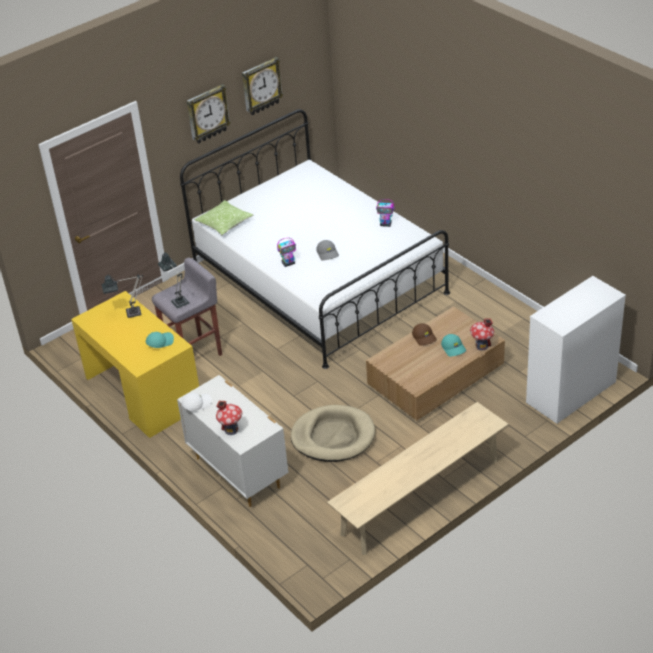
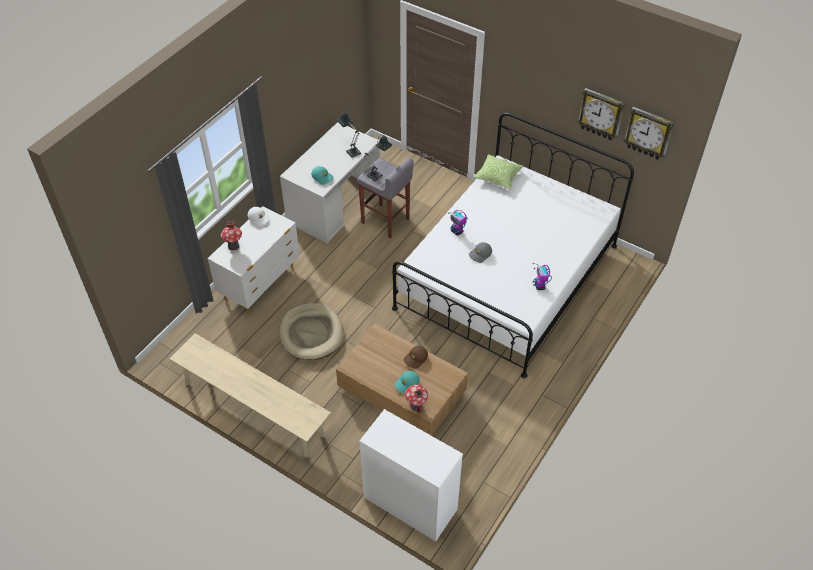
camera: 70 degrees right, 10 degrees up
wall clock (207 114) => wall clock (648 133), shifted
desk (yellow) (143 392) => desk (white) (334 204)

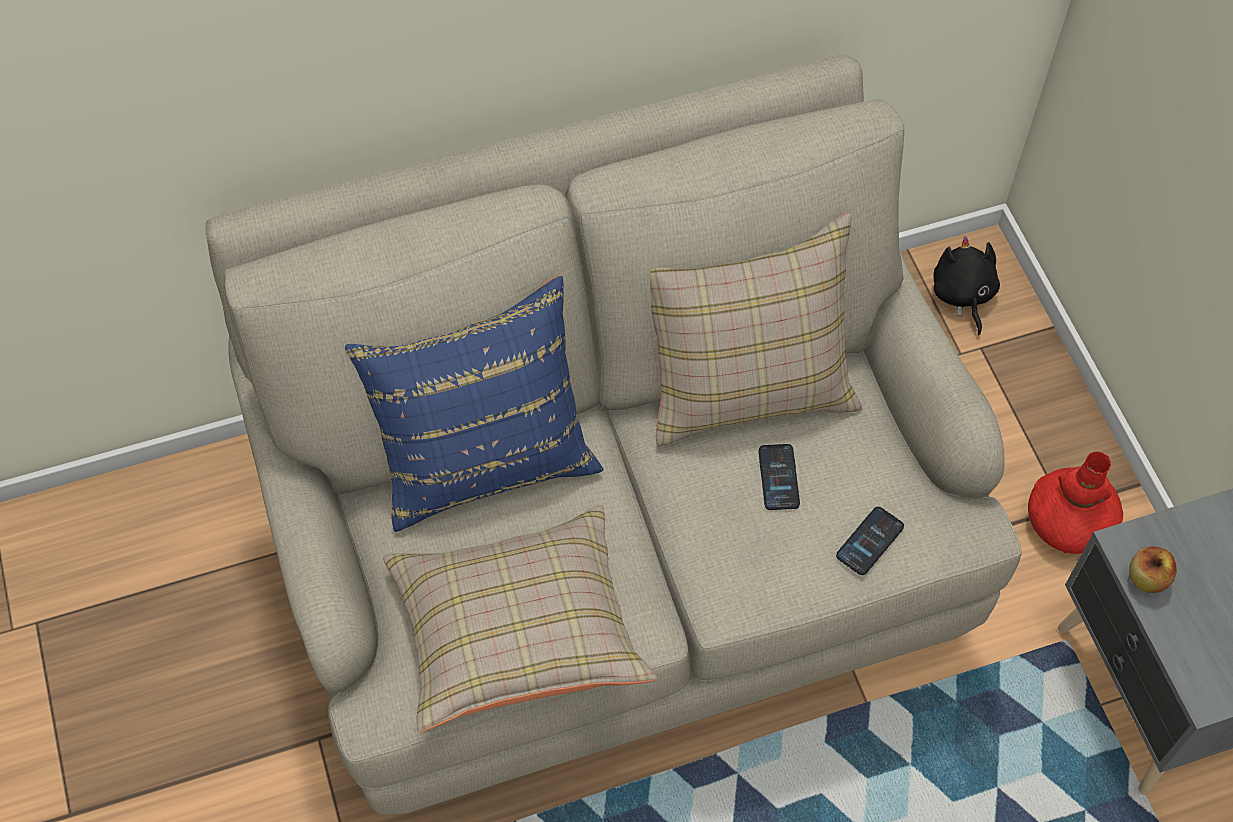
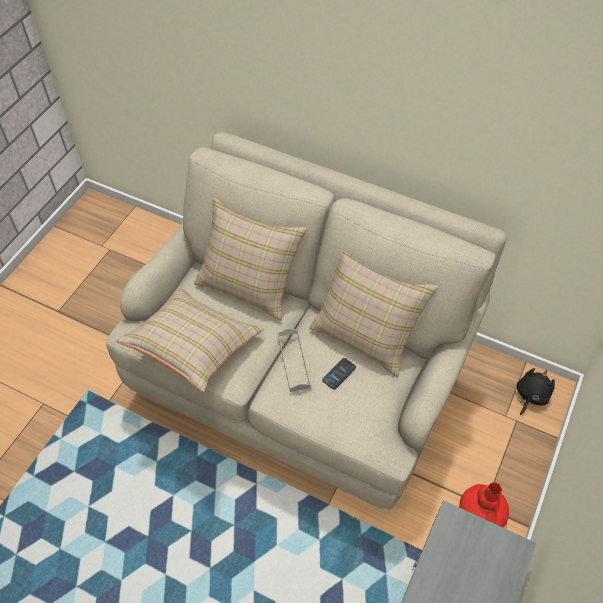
camera: 45 degrees right, 5 degrees down
phone (869 541) => nothing
apple (1146 578) => nothing
nothing => tray (grey) (294 361)
pillow (blue) (483 453) => pillow (beige) (250 283)

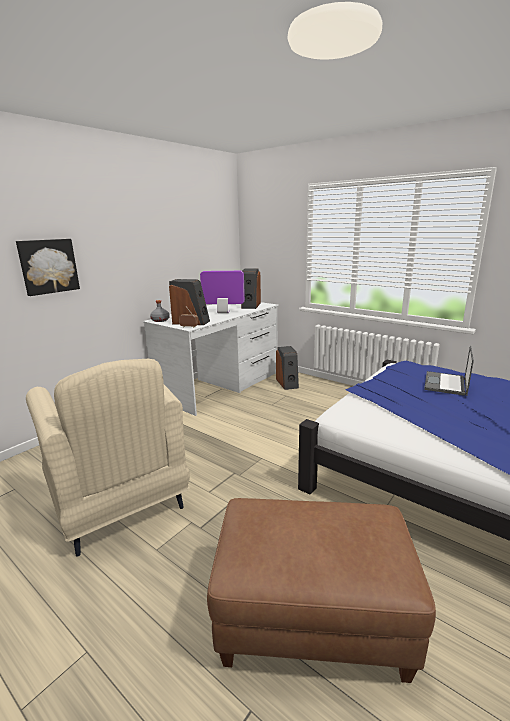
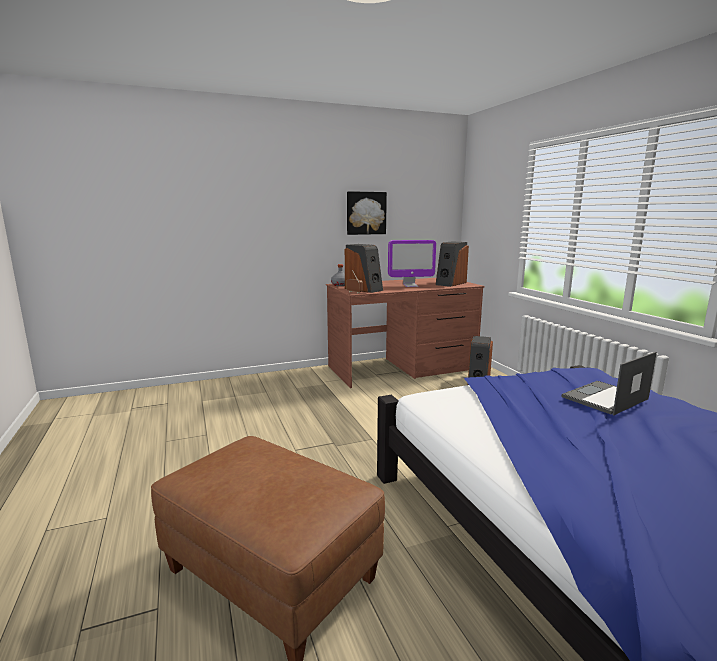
camera: 30 degrees right, 5 degrees down
armchair (beige) (121 507) => nothing
picture (48 266) => picture (366 213), shifted
desk (white) (220 385) => desk (brown) (402 368)
monitor (223 312) => monitor (410 285), 135 degrees clockwise

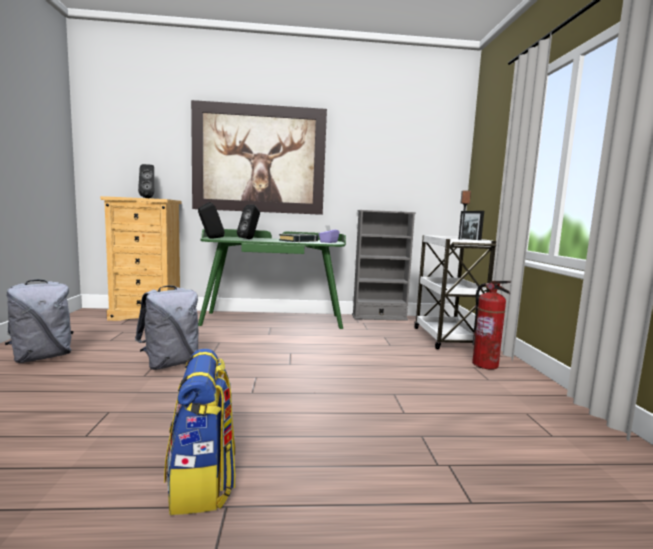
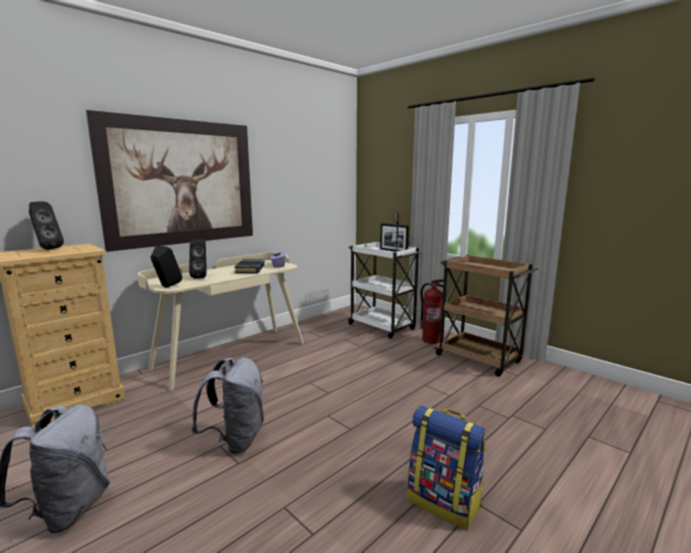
camera: 40 degrees left, 5 degrees up
bookcase (grey) (379 317) => nothing
nothing => cart (brown) (479 359)
desk (green) (273 320) => desk (beige) (231 355)

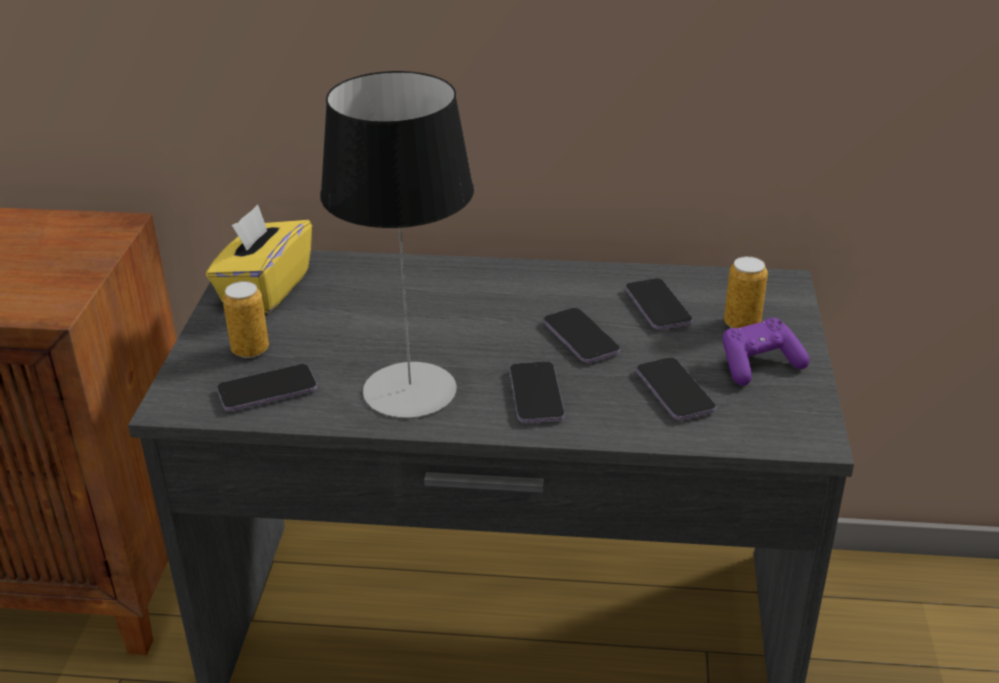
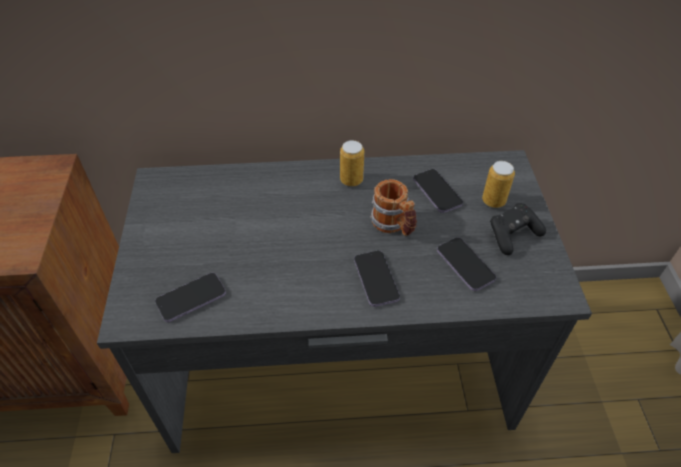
camera: 10 degrees left, 15 degrees up
tissue box (yellow) (265 289) => nothing
table lamp (410 390) => nothing
can (250 350) => can (351 180), shifted
phone (581 338) => mug (393 225)
game controller (purple) (759 364) => game controller (black) (512 235)

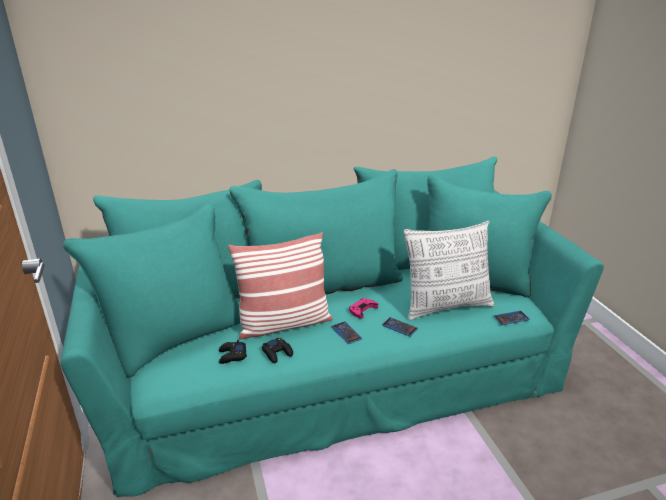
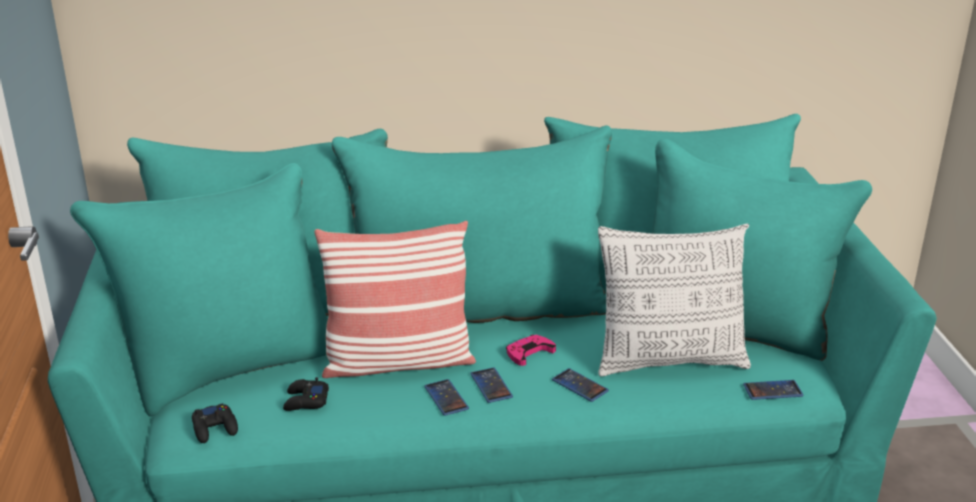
camera: 10 degrees right, 0 degrees up
nothing => phone (446 398)
game controller (black) (277 353) => game controller (black) (215 428), shifted

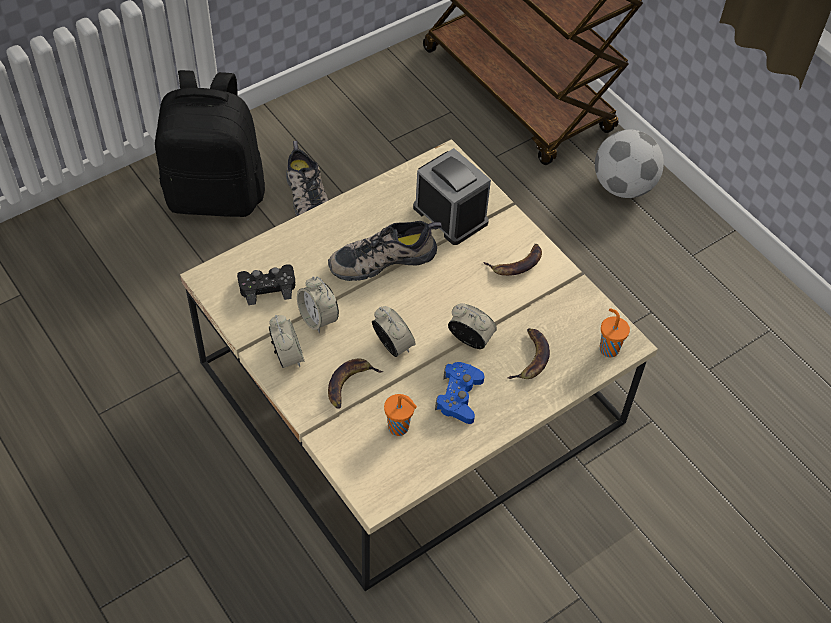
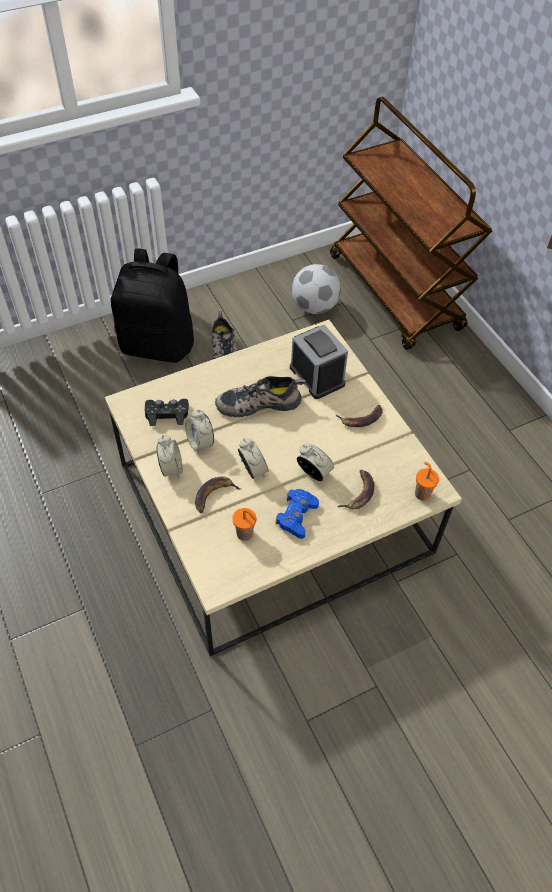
camera: 10 degrees right, 0 degrees up
football (622 186) => football (314 307), shifted

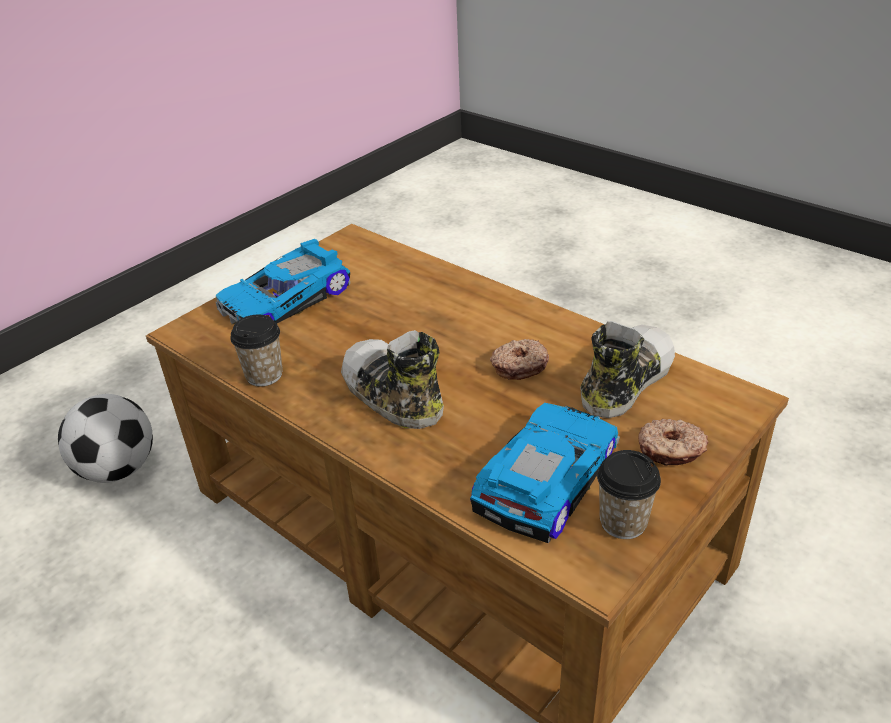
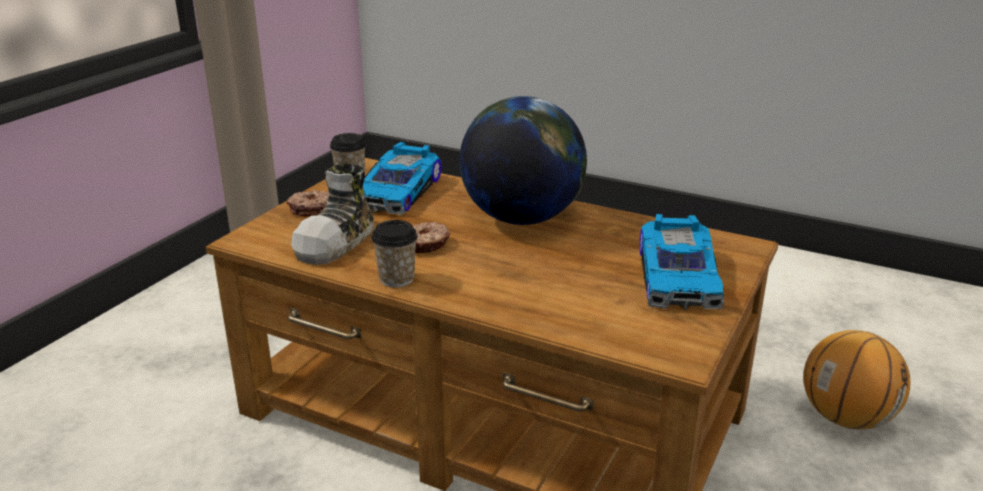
camera: 165 degrees right, 10 degrees down
cup (264 375) => cup (396 279), shifted
football (118 470) => basketball (846 418)
shoe (392 396) => globe (522 219)
toy car (287 300) => toy car (680 277), 150 degrees clockwise

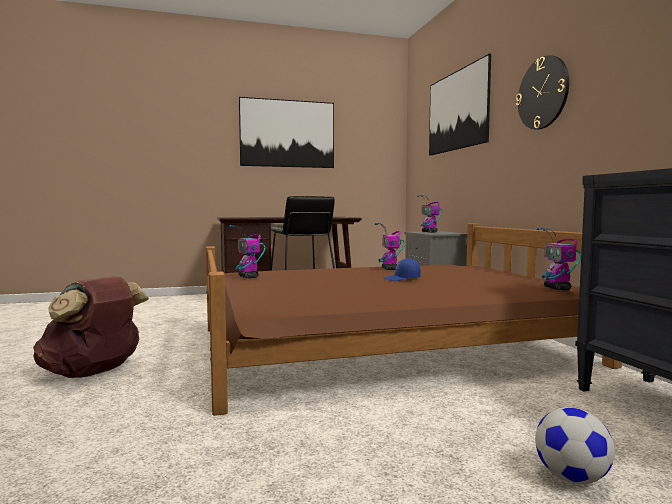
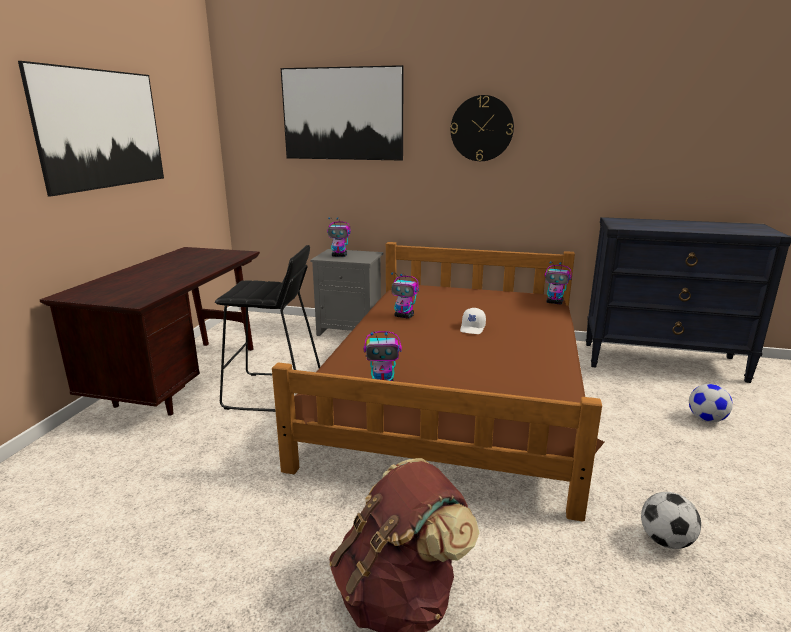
camera: 60 degrees left, 15 degrees up
nothing => football (665 541)
cap (blue) (402 279) => cap (white) (473 328)

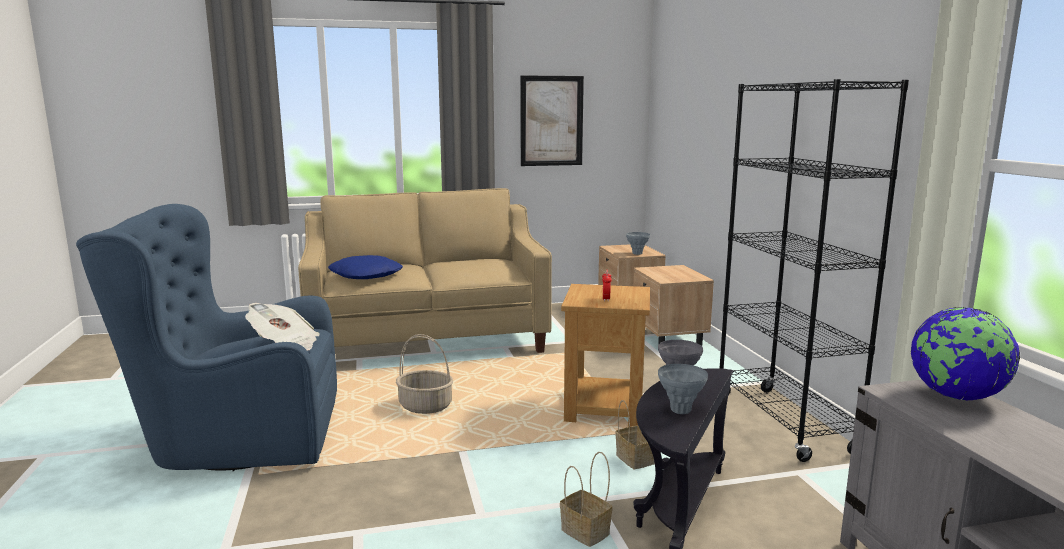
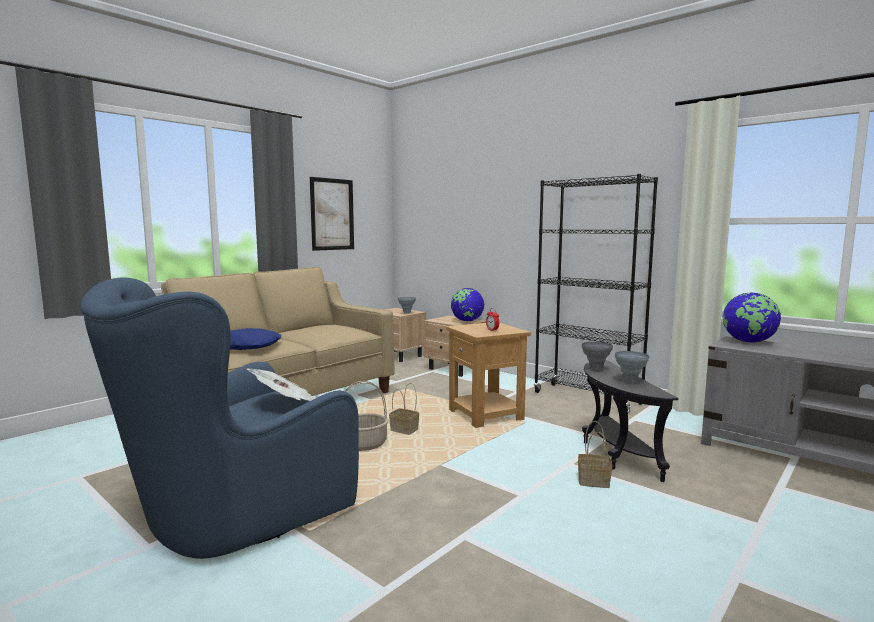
camera: 35 degrees left, 5 degrees down
nothing => globe (467 321)
basket (636 459) => basket (405 430), shifted

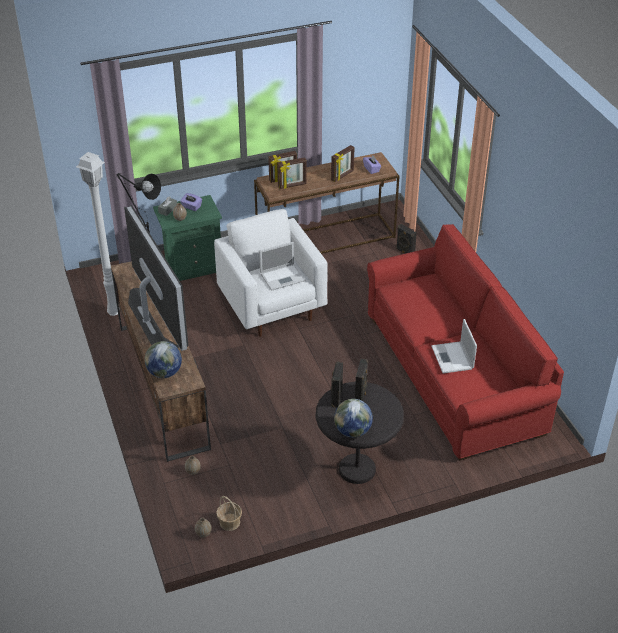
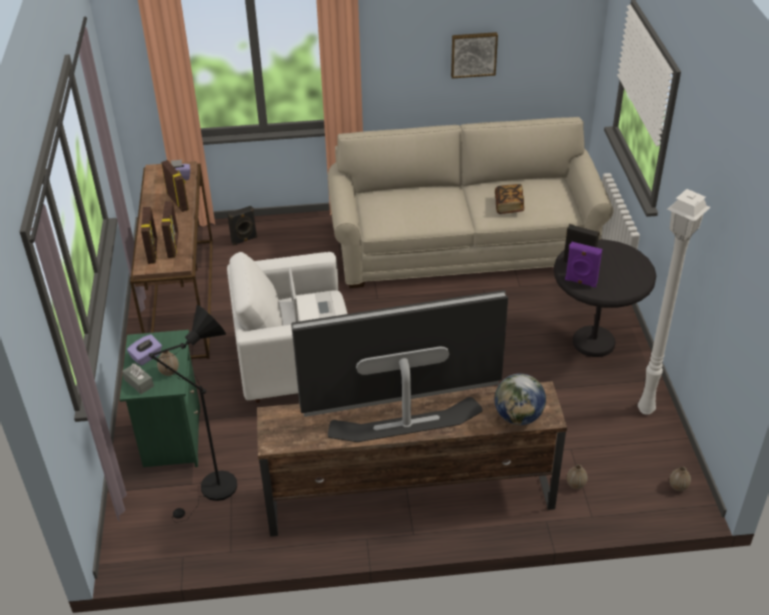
camera: 75 degrees left, 0 degrees up
basket (229 522) => nothing
globe (352 431) => nothing
nothing => picture (473 54)
floor lamp (white) (112 312) => floor lamp (white) (646 410), shifted
laptop (452 358) => book (509 206)
speaker (black) (336 397) => speaker (purple) (580 282)
sofa (red) (454 373) => sofa (beige) (464 245)

